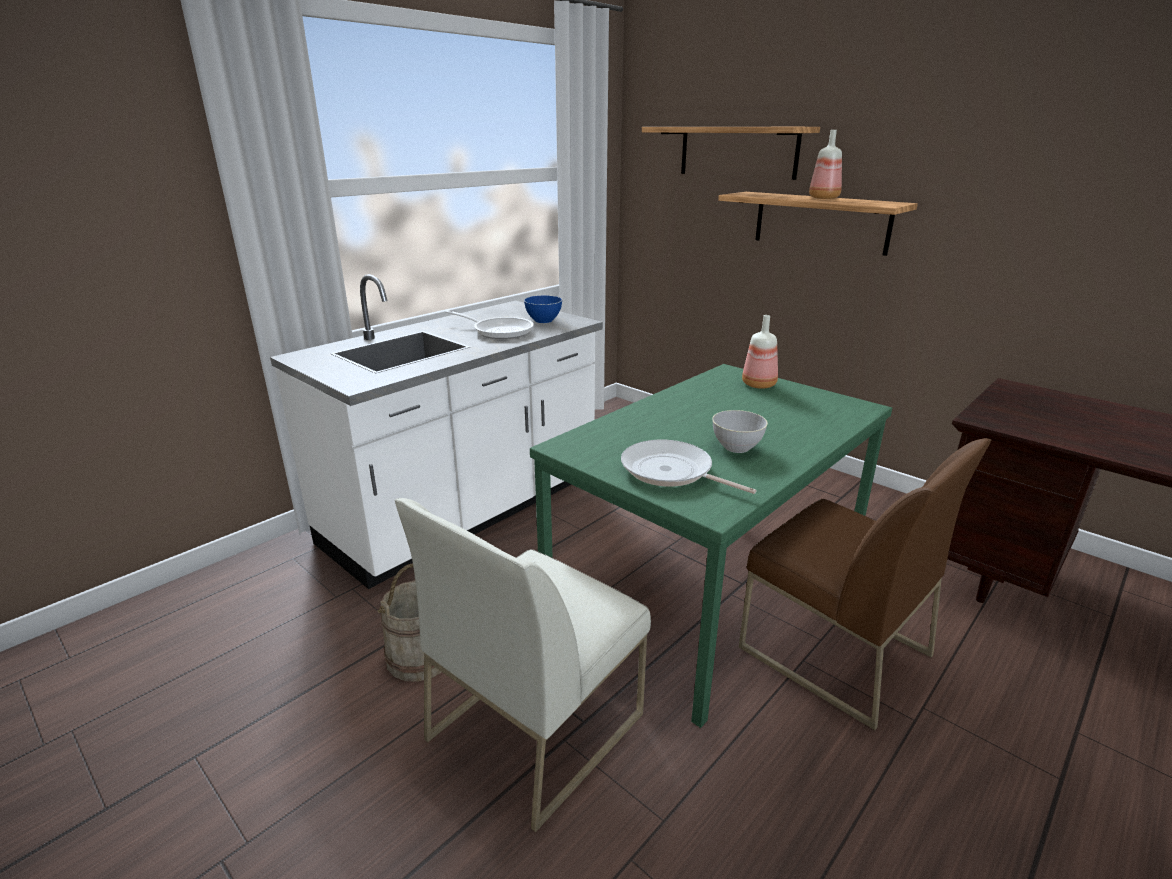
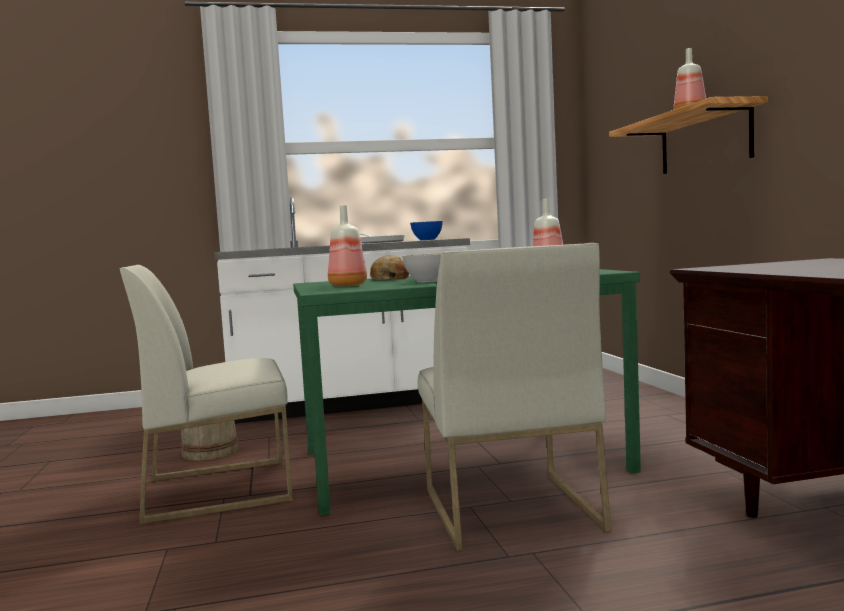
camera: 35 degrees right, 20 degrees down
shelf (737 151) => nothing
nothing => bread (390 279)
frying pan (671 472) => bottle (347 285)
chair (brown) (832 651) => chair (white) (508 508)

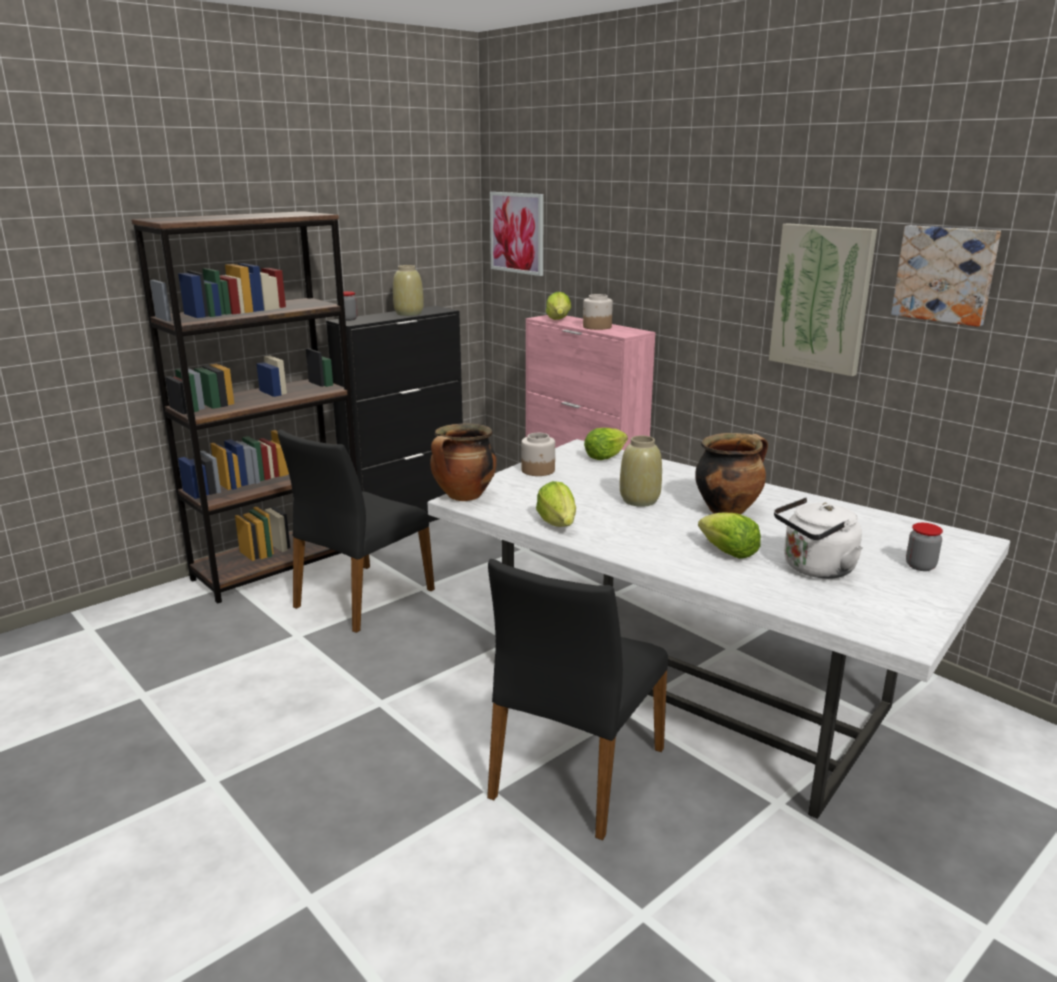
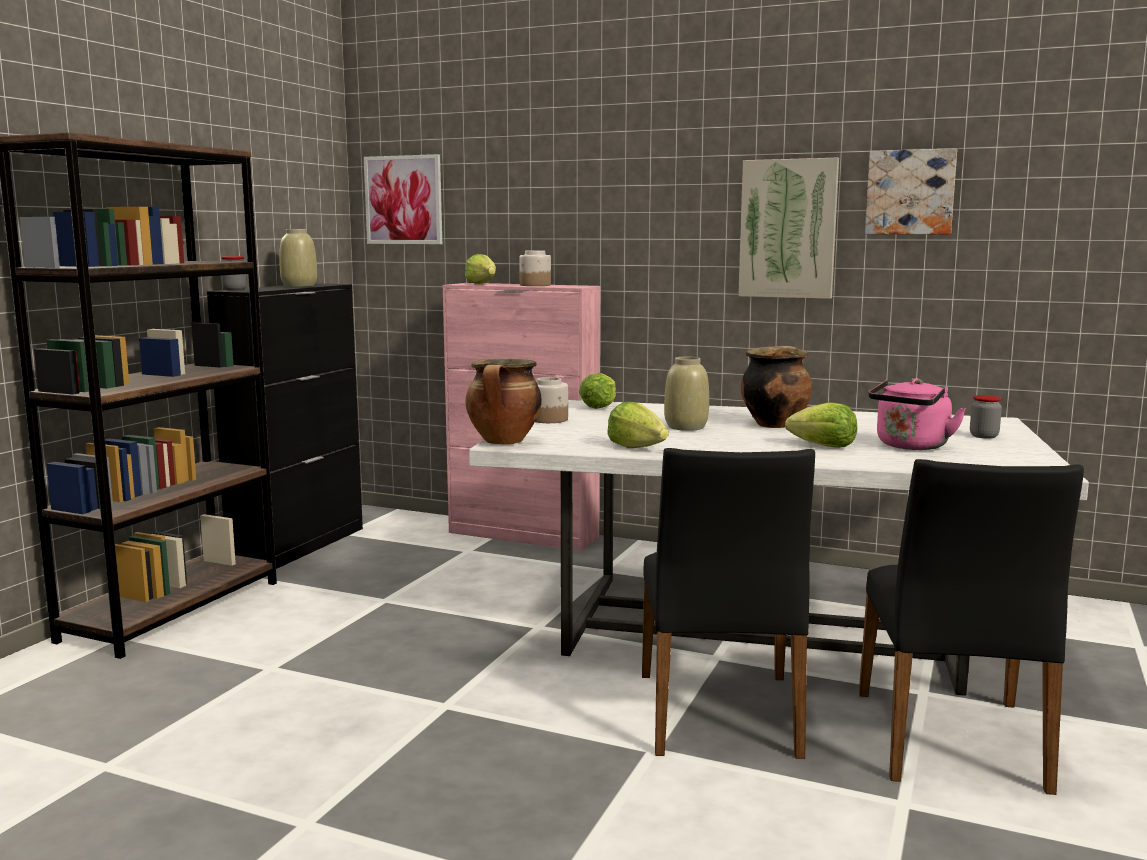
camera: 25 degrees left, 10 degrees down
chair (black) (362 598) => chair (black) (952 740), shifted
kettle (white) (815 569) => kettle (pink) (910 446)

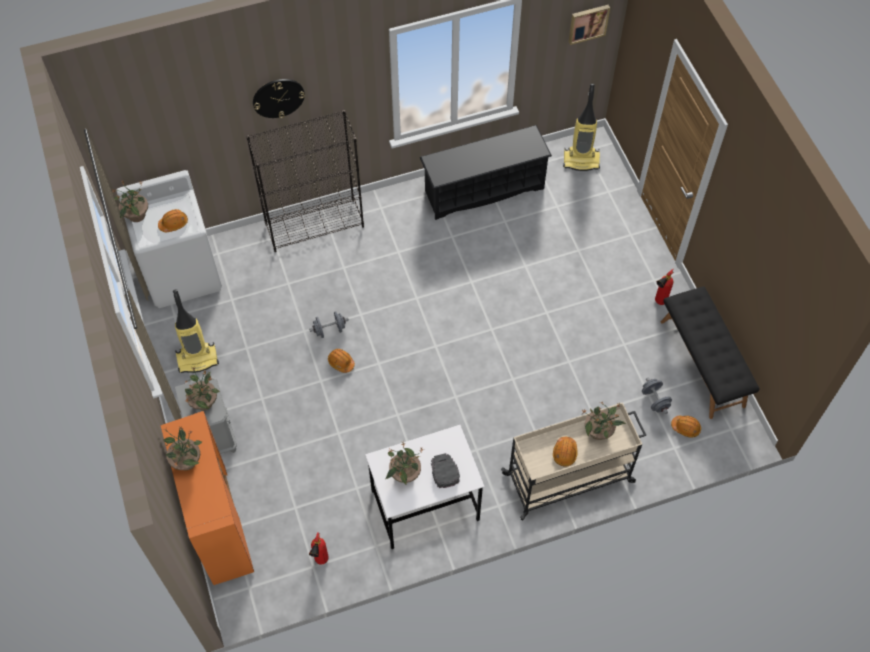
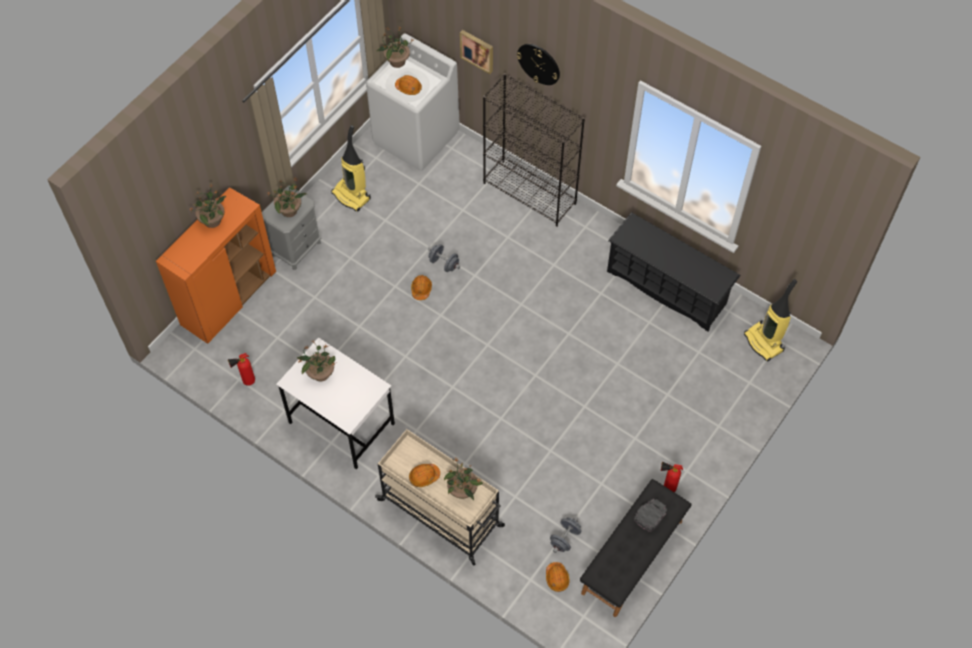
camera: 55 degrees right, 0 degrees up
cap (black) (444 471) => cap (black) (650 515), shifted
picture (588 23) => picture (477 50), shifted

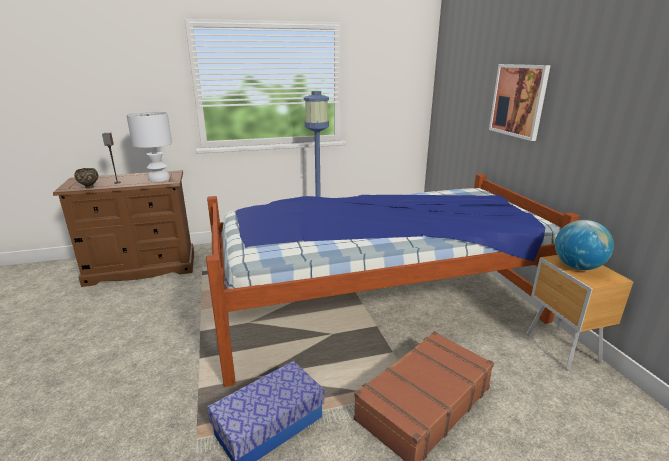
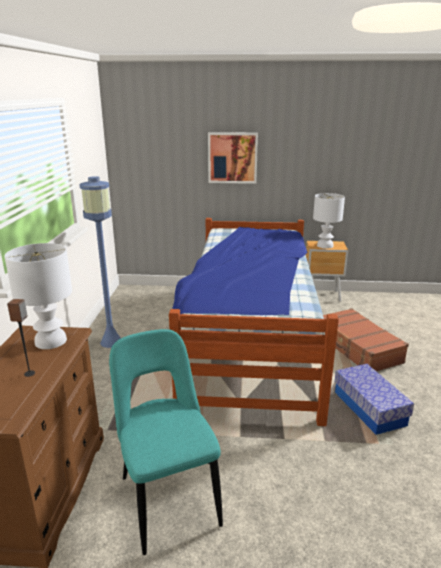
camera: 70 degrees left, 0 degrees up
bowl (brown) (89 187) => nothing
nothing => chair (turquoise) (167 496)
globe (577 267) => table lamp (white) (324 245)

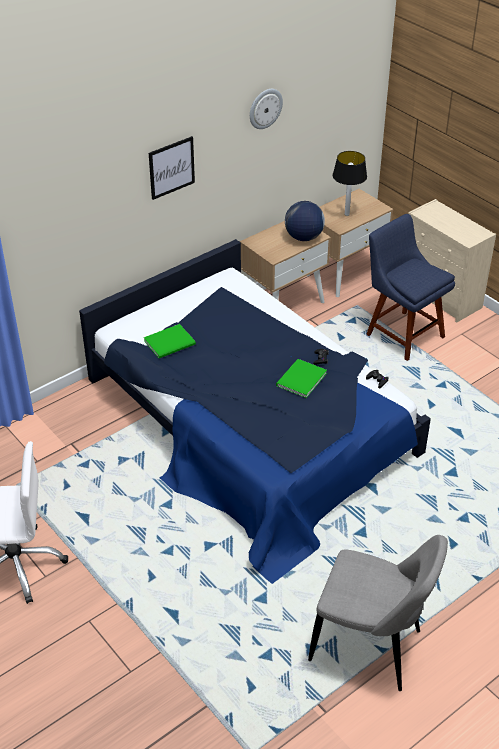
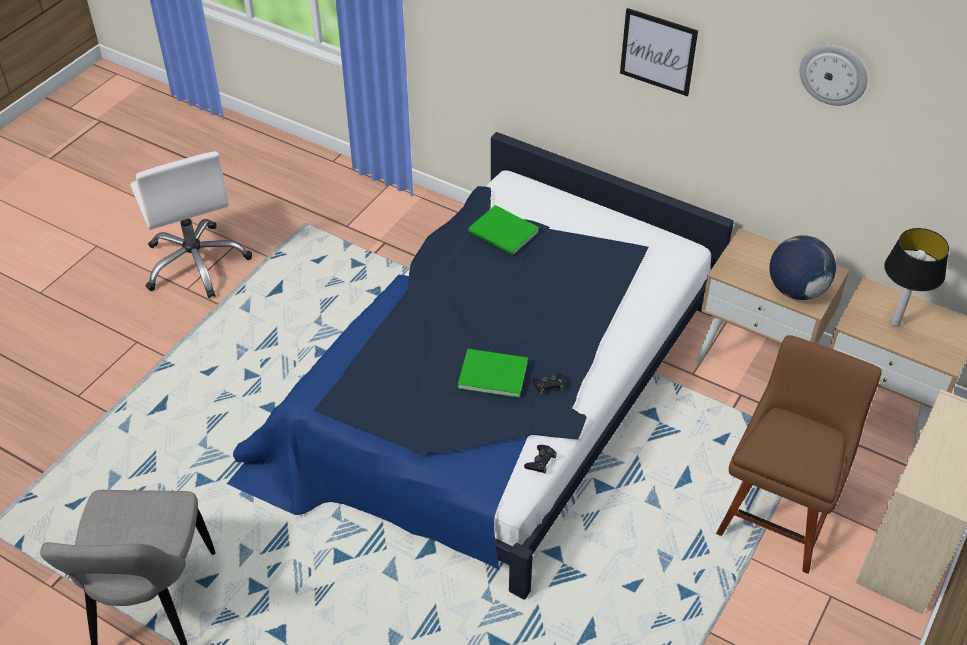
camera: 70 degrees right, 5 degrees up
chair (blue) (402 334) => chair (brown) (778 514)

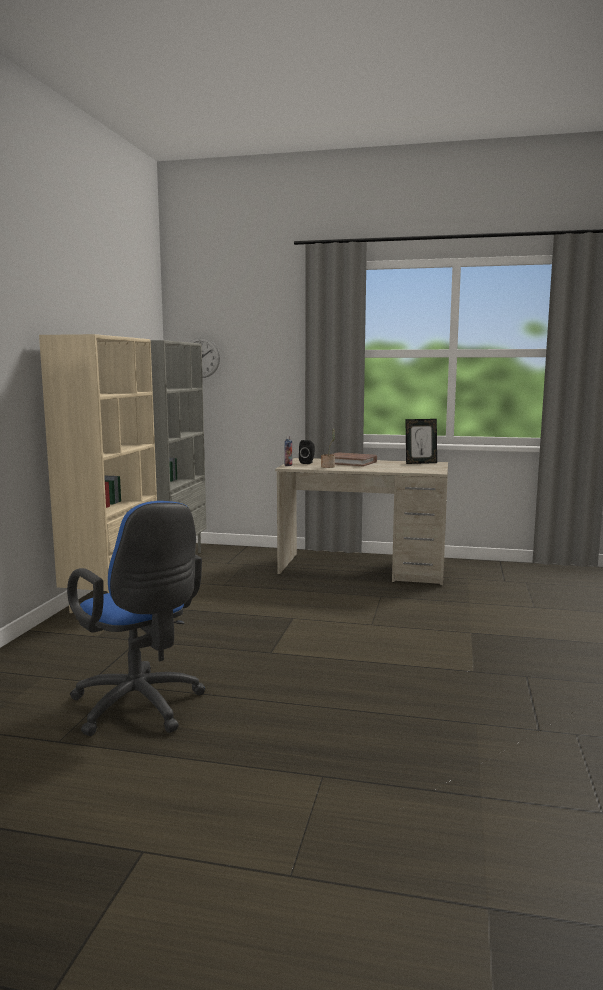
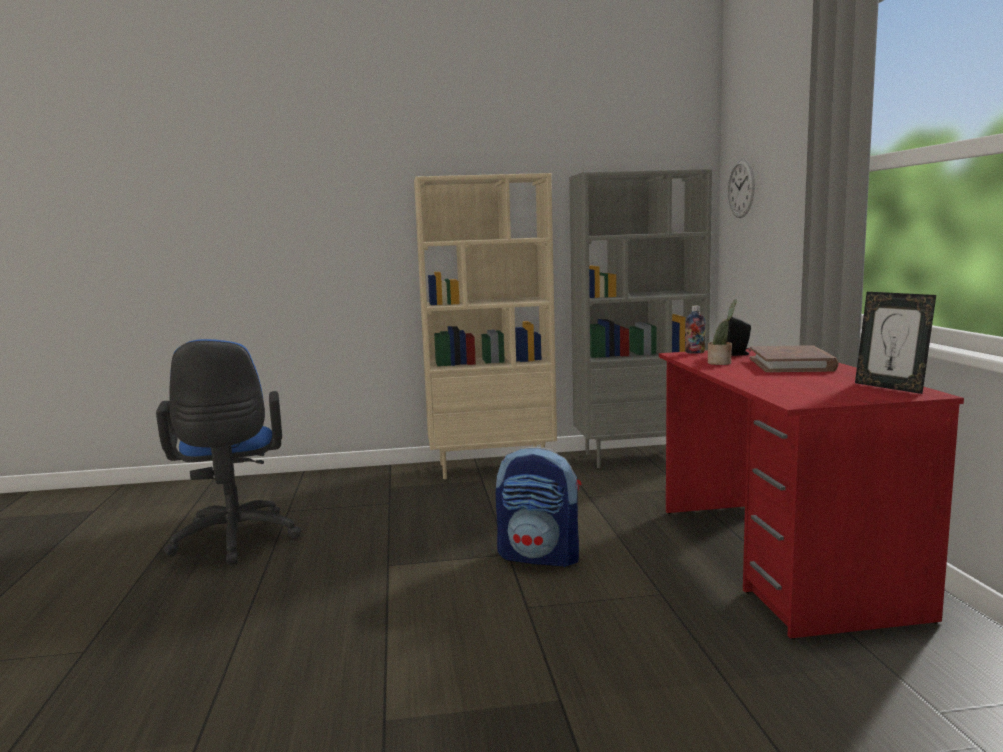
camera: 70 degrees right, 0 degrees up
nothing => backpack (540 556)
desk (beige) (363 569) => desk (red) (779 559)
office chair (blue) (141 708) => office chair (blue) (234 541), 45 degrees counterclockwise

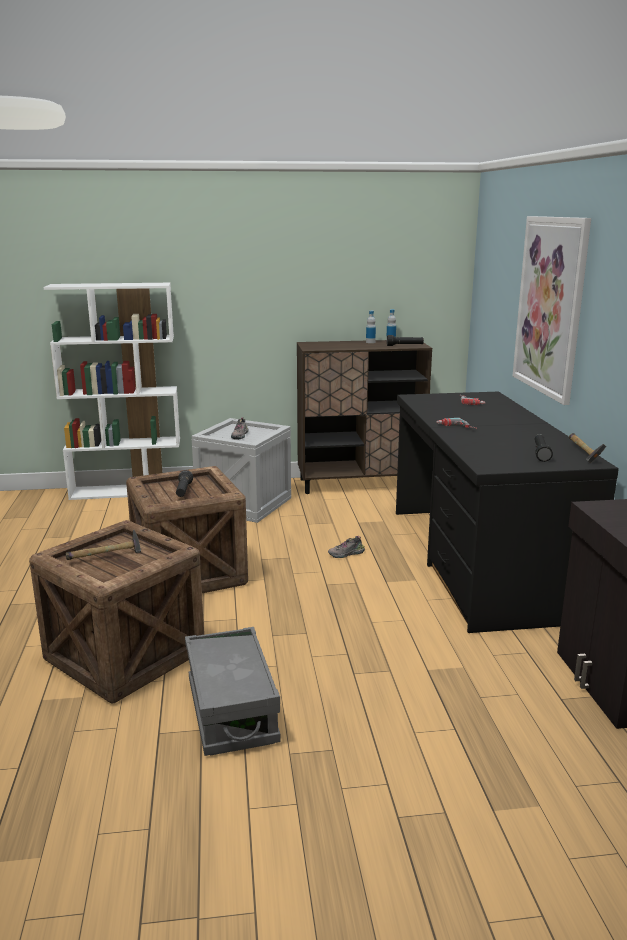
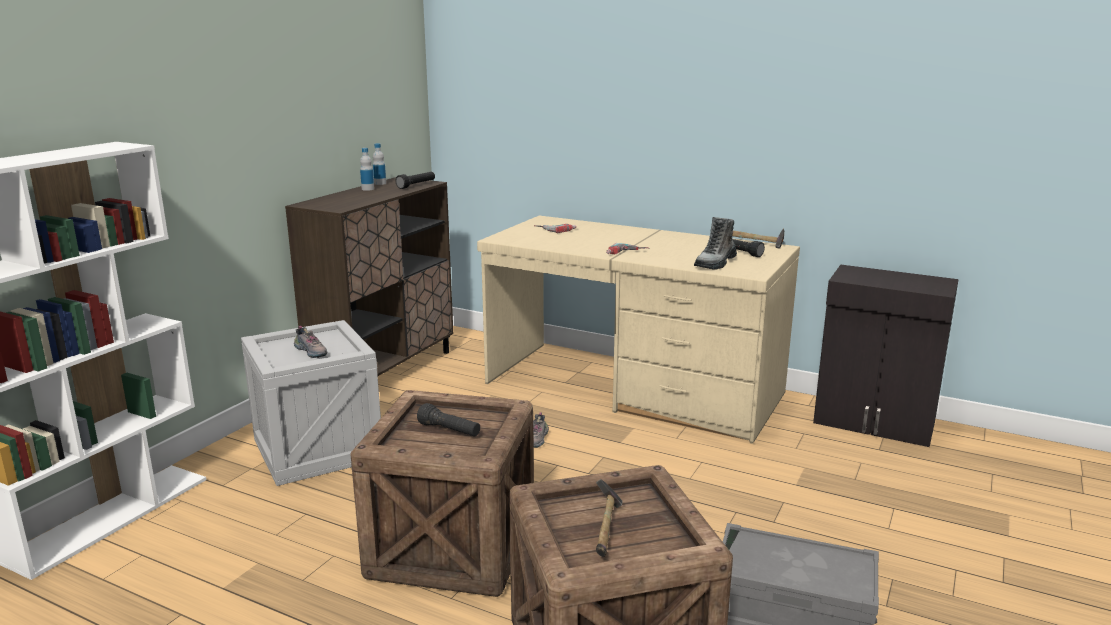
camera: 55 degrees left, 0 degrees up
picture (550 306) => nothing
nothing => boot (715 263)
desk (black) (478 560) => desk (beige) (632 389)

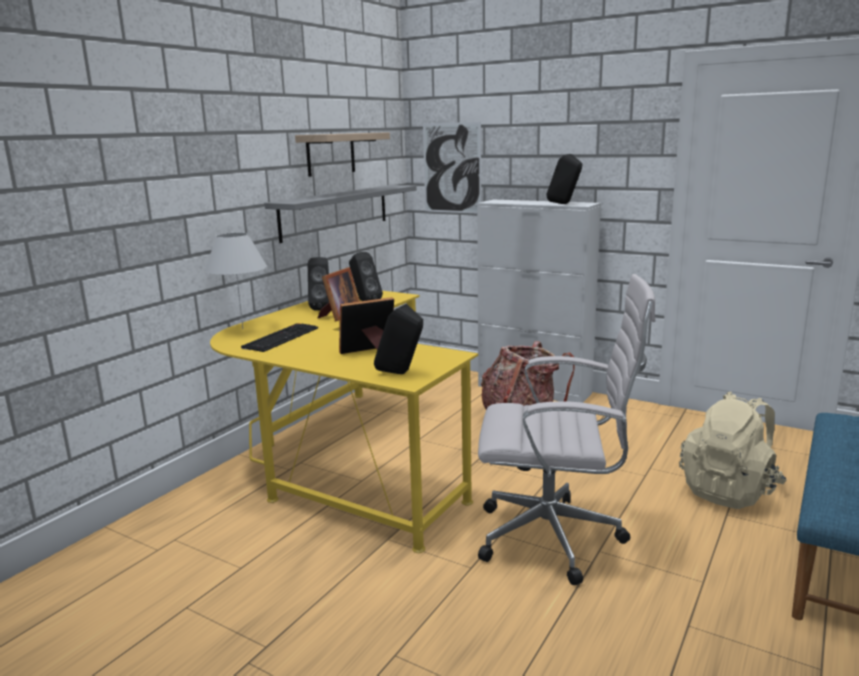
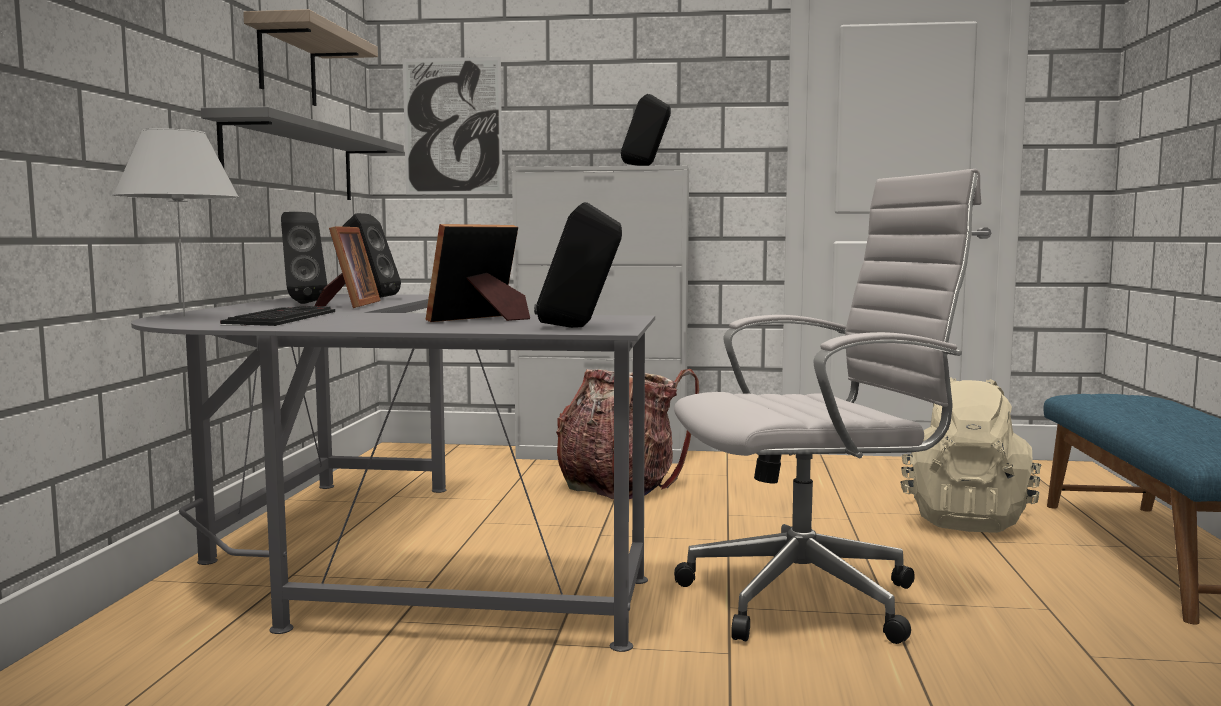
camera: 25 degrees left, 10 degrees down
desk (yellow) (344 461) => desk (grey) (375 562)

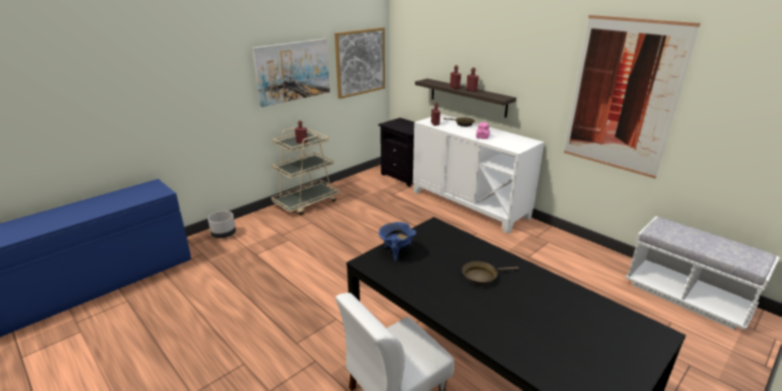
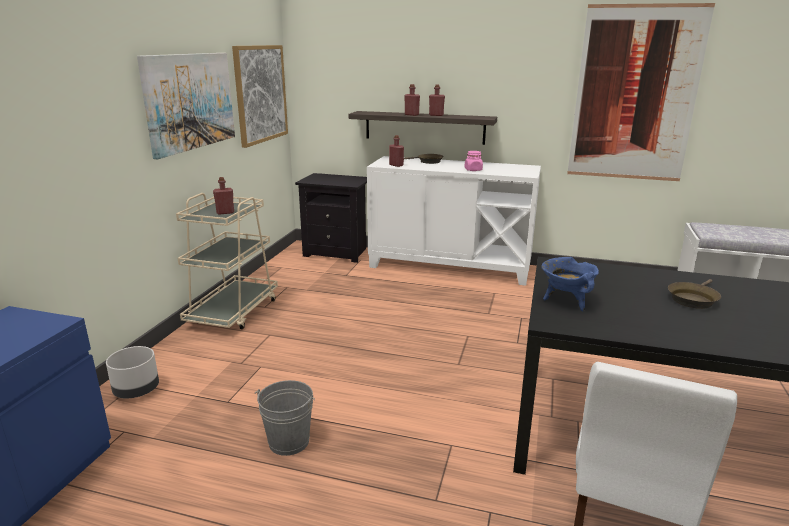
camera: 30 degrees left, 5 degrees down
nothing => bucket (grey) (288 441)

